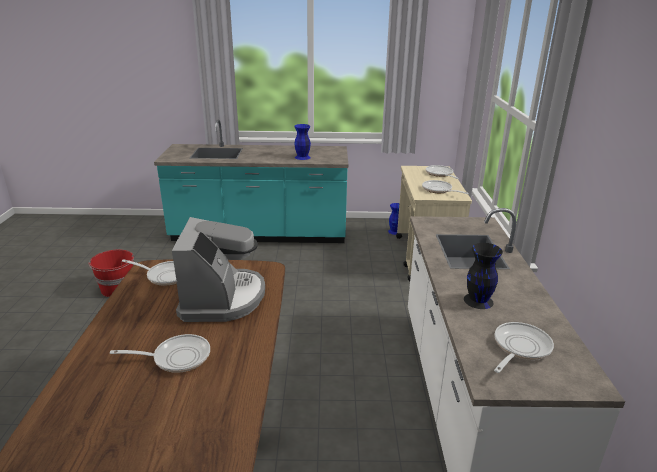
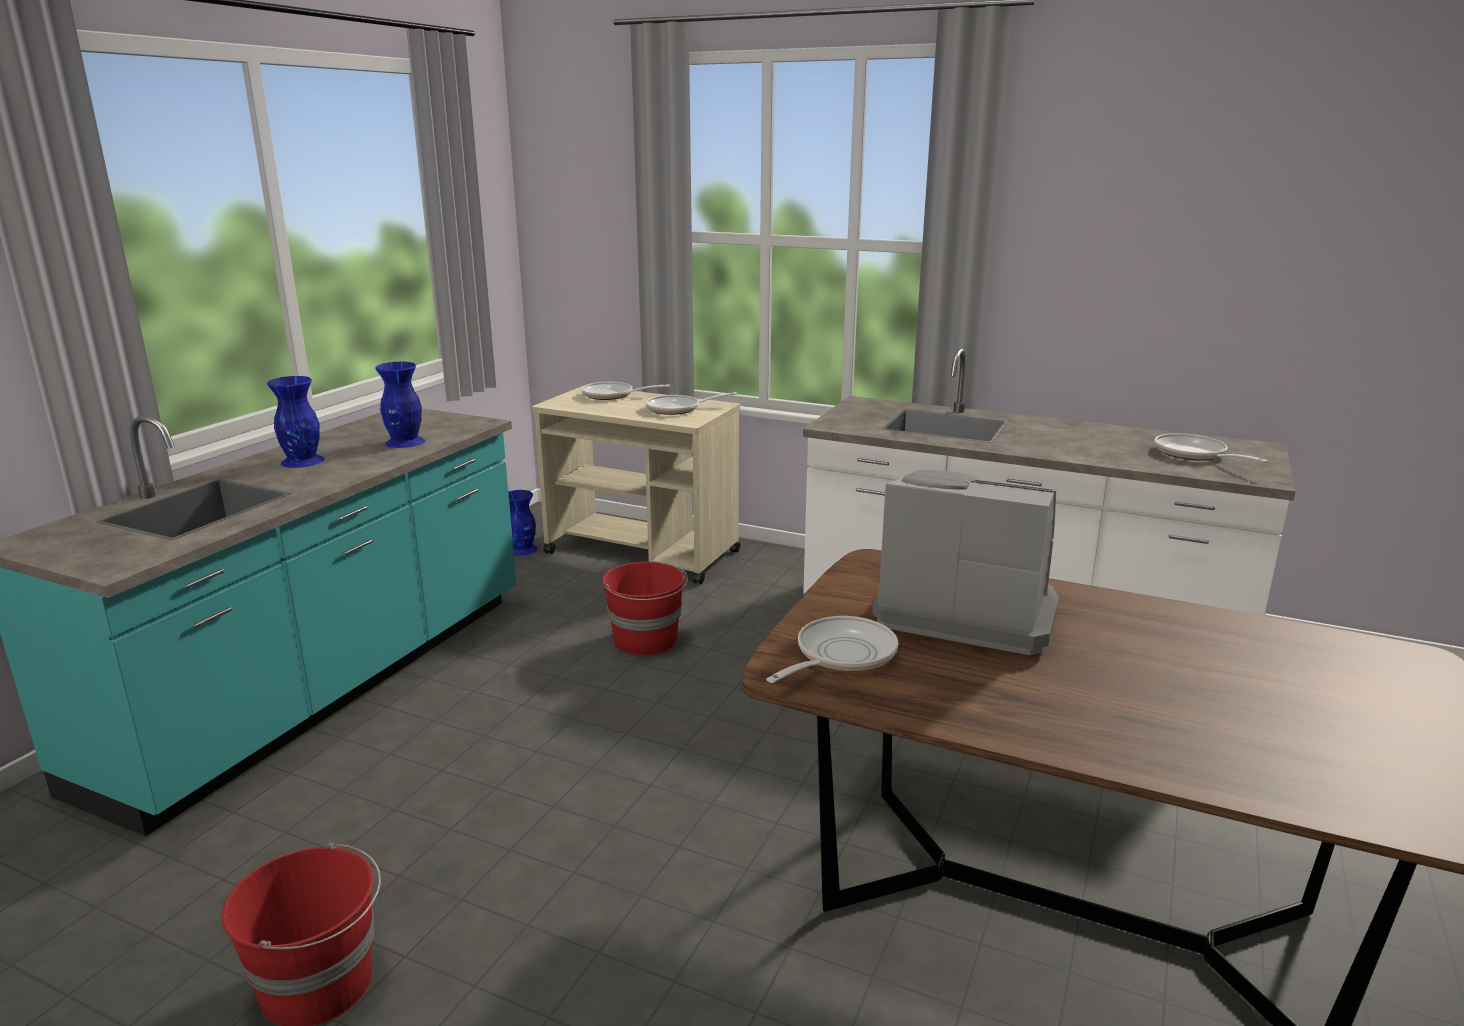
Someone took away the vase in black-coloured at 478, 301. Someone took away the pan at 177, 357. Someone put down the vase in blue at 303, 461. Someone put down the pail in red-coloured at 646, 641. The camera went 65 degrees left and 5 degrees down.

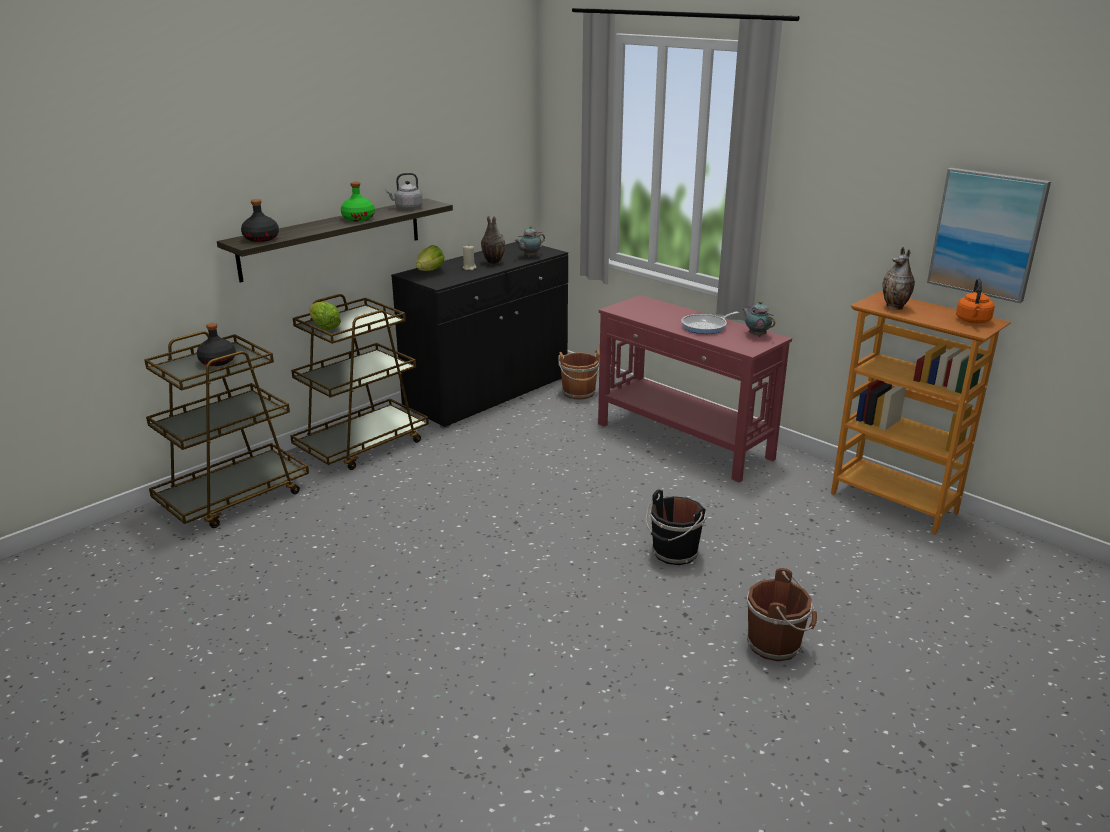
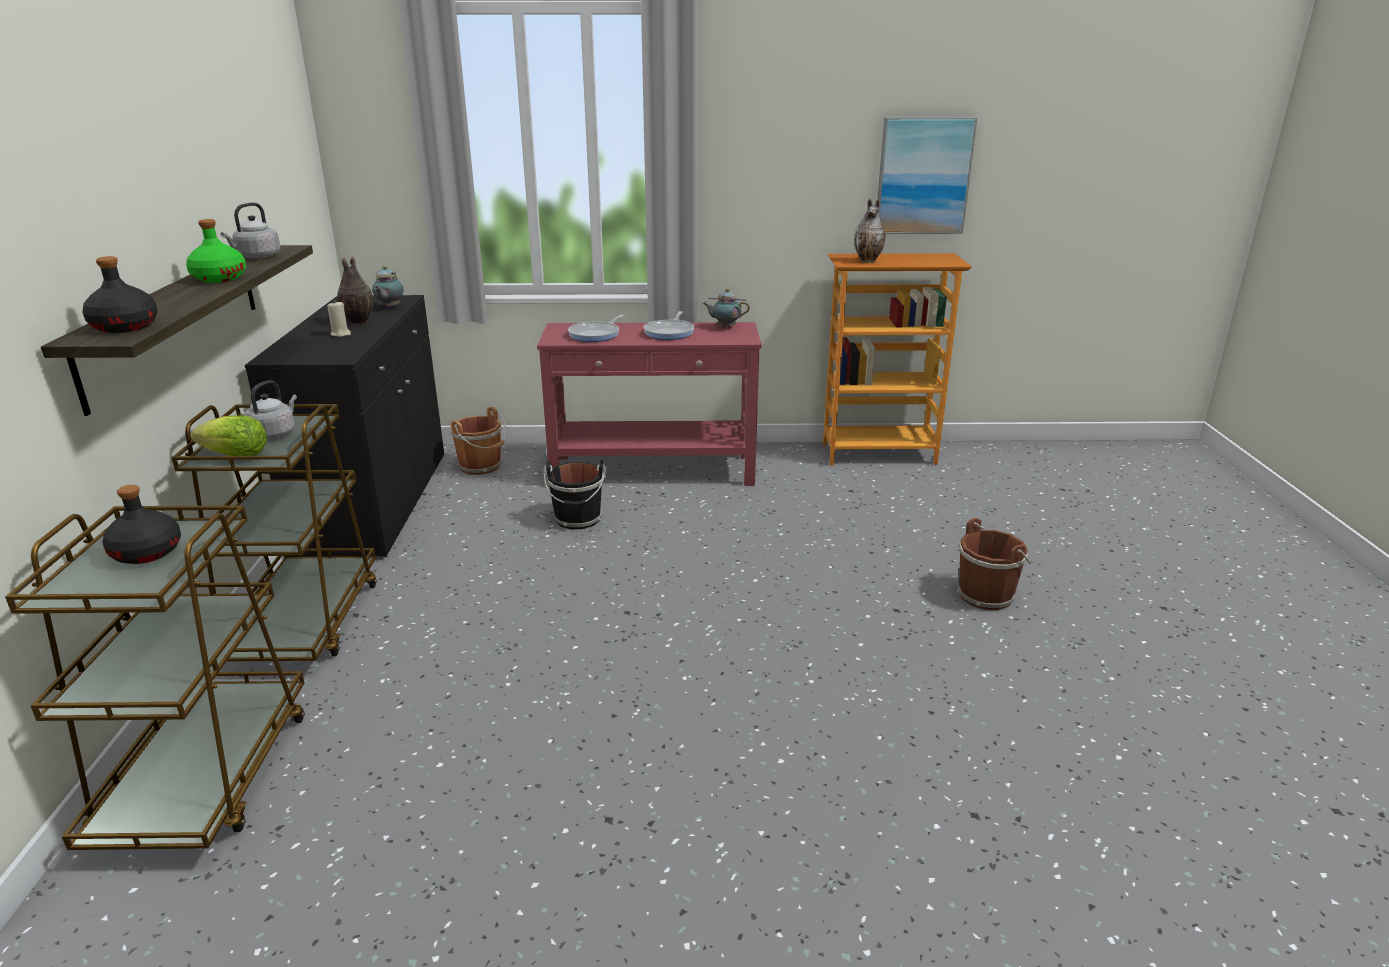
Someone took away the lettuce at 430, 271. Someone took away the tea kettle in orange-coloured at 973, 321. Someone carried the pail in black-coloured from 674, 553 to 578, 520. Someone put down the pan at 596, 334. Someone put down the tea kettle in grey at 274, 433. The camera went 45 degrees left and 0 degrees up.

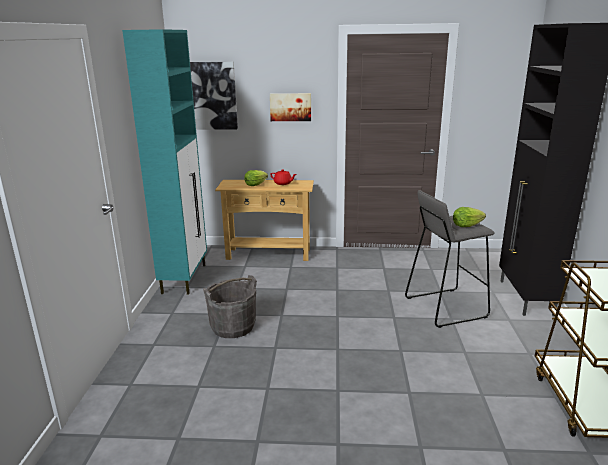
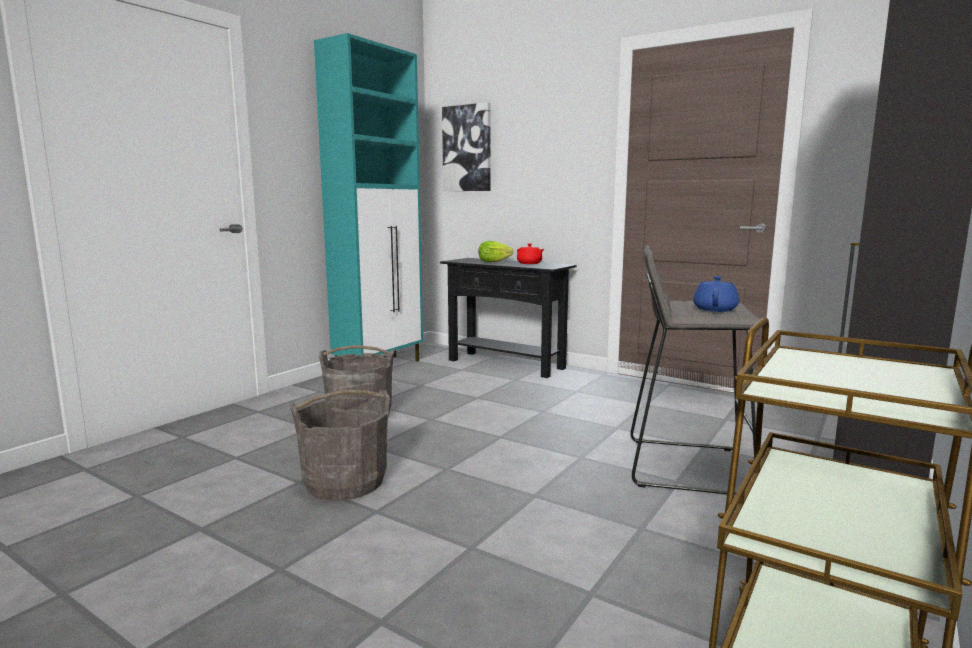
Someone took away the picture at 290, 107. Someone repainted the hall table in beige-coloured at 268, 254, which became the hall table in black-coloured at 506, 364. Someone swapped the lettuce at 466, 226 for the tea pot in blue at 715, 309. Someone put down the pail in grey at 345, 482. The camera went 30 degrees right and 10 degrees down.

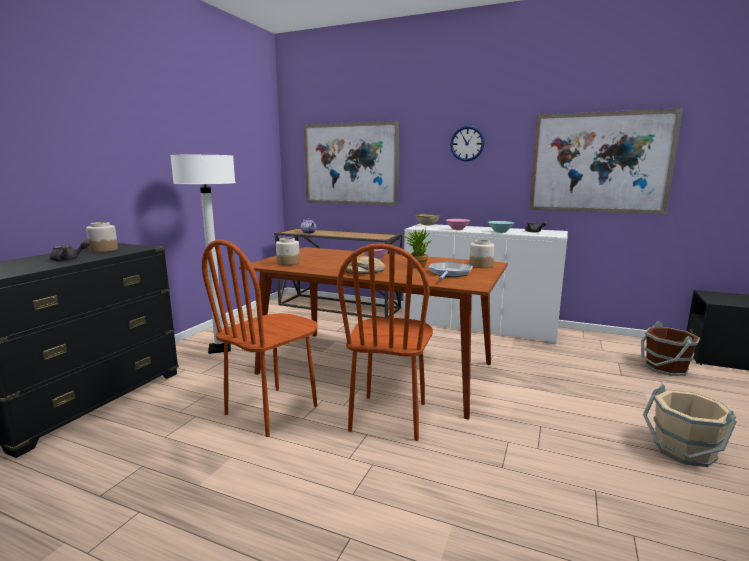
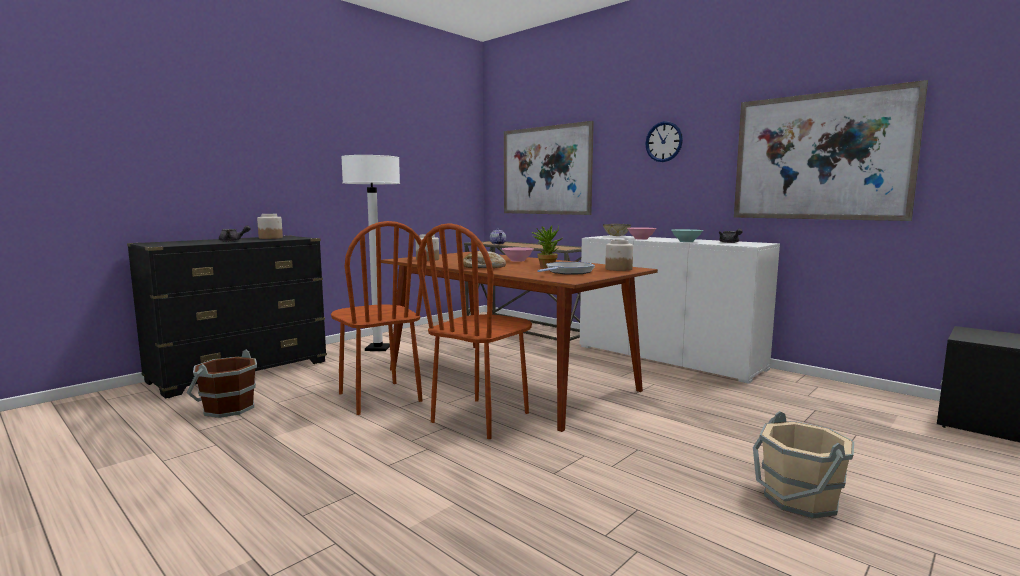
Someone rotated the plain chair in brown at 272, 410 by 90 degrees counterclockwise. Someone carried the pail in brown from 665, 368 to 228, 408. The camera went 20 degrees right and 5 degrees down.

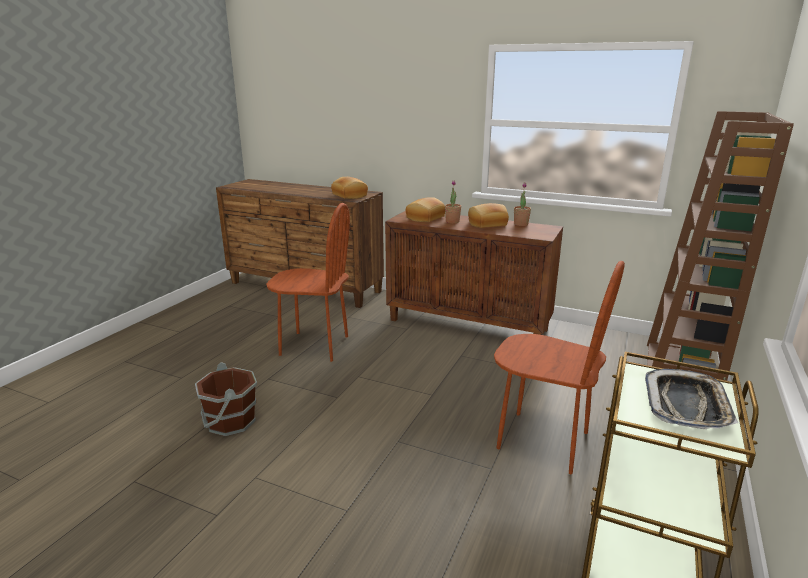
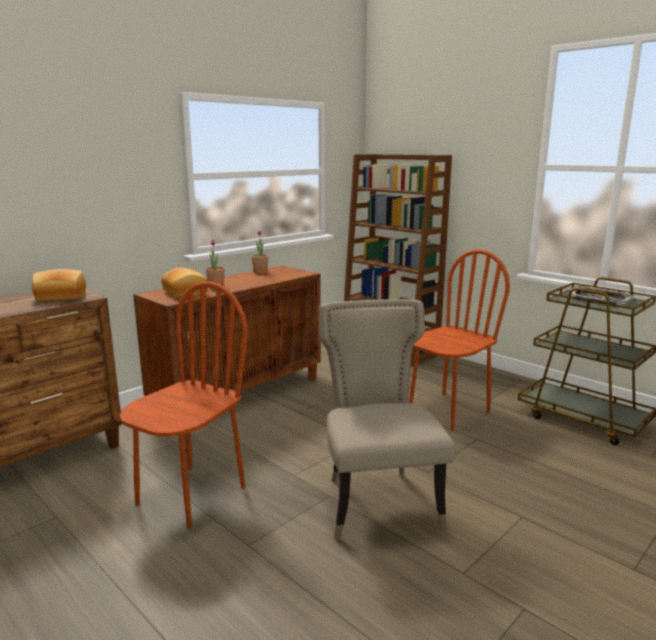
Someone took away the bread at 487, 224. Someone took away the pail in brown at 230, 422. Someone put down the plain chair in beige-coloured at 378, 501. The camera went 70 degrees left and 5 degrees down.

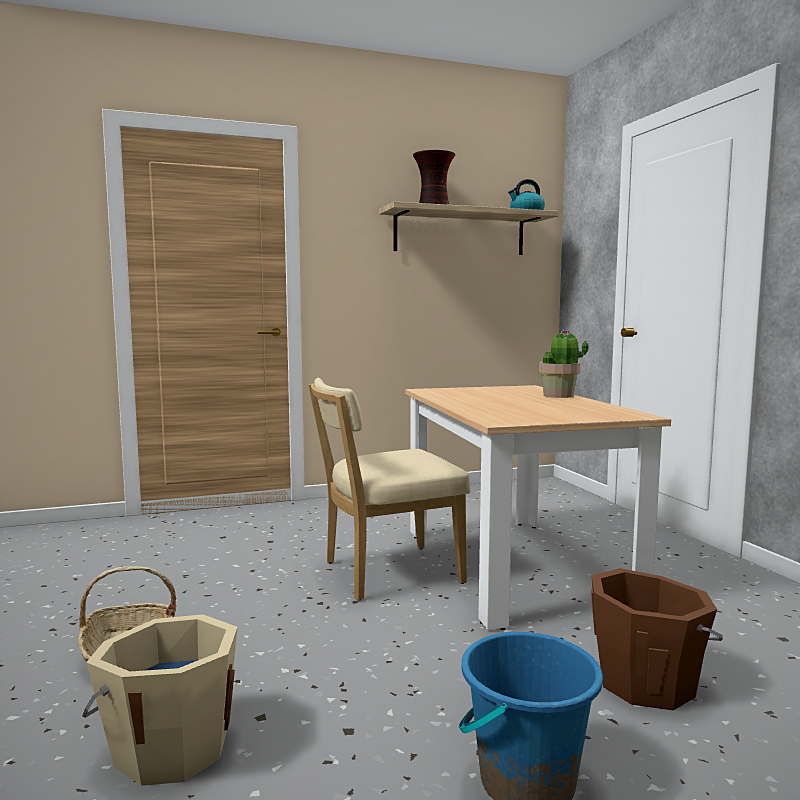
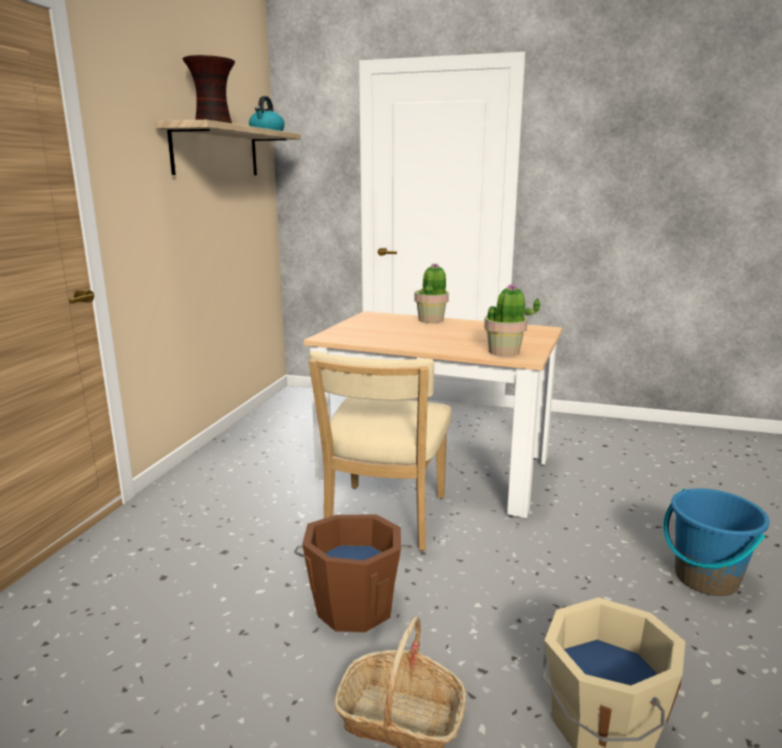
Someone carried the pail in brown from 647, 681 to 354, 605. Someone put down the houseplant at 504, 352. The camera went 55 degrees left and 10 degrees up.

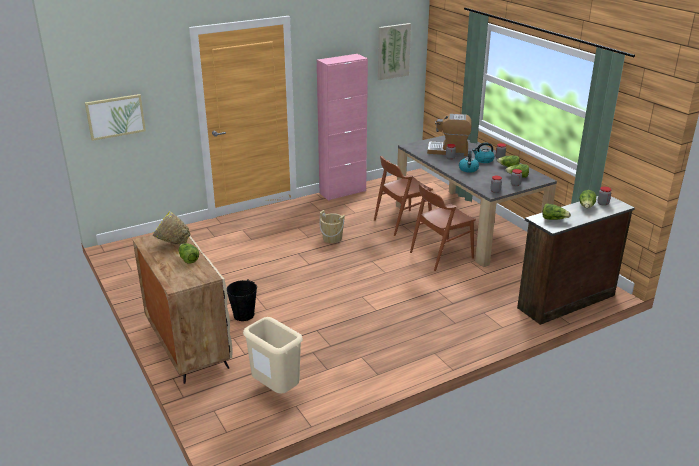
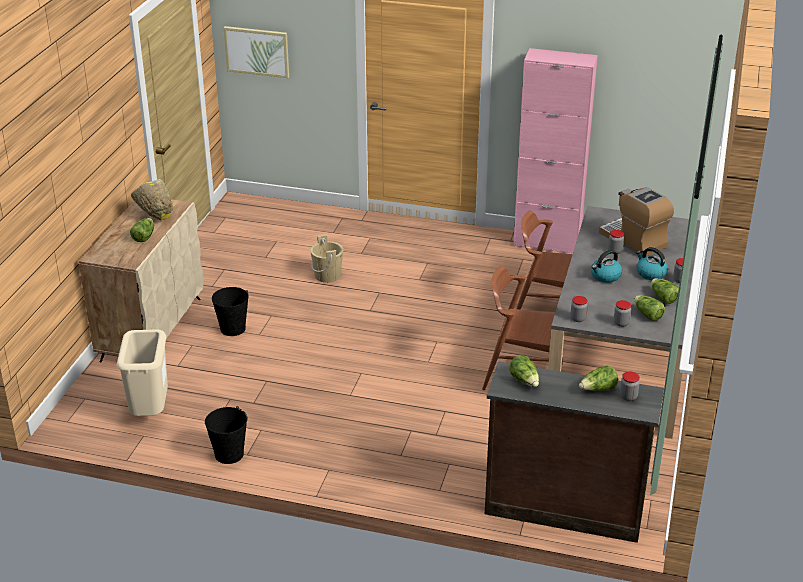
Someone took away the picture at 393, 51. Someone carried the pail in beige-coloured from 332, 238 to 327, 275. Someone put down the pail in black-coloured at 229, 454. The camera went 45 degrees right and 5 degrees up.

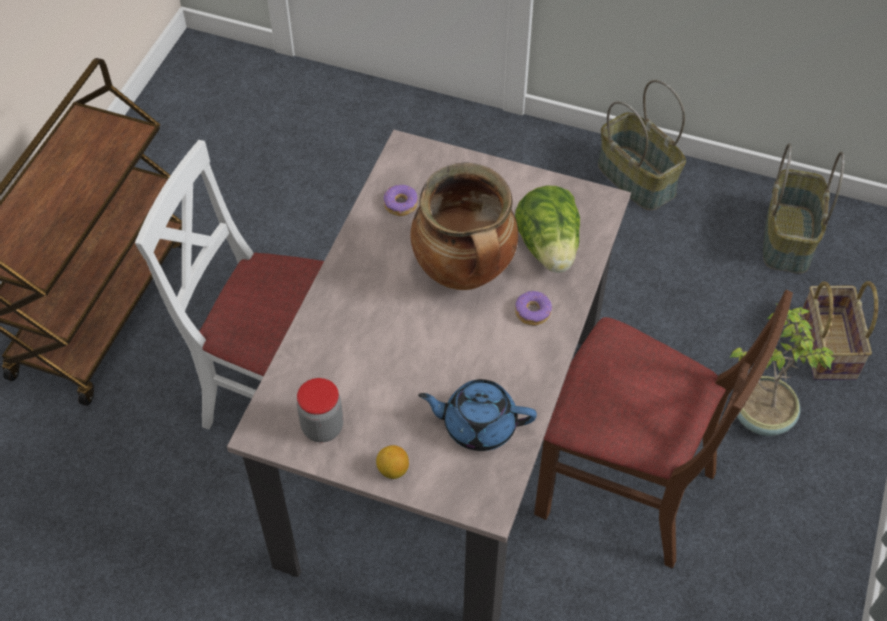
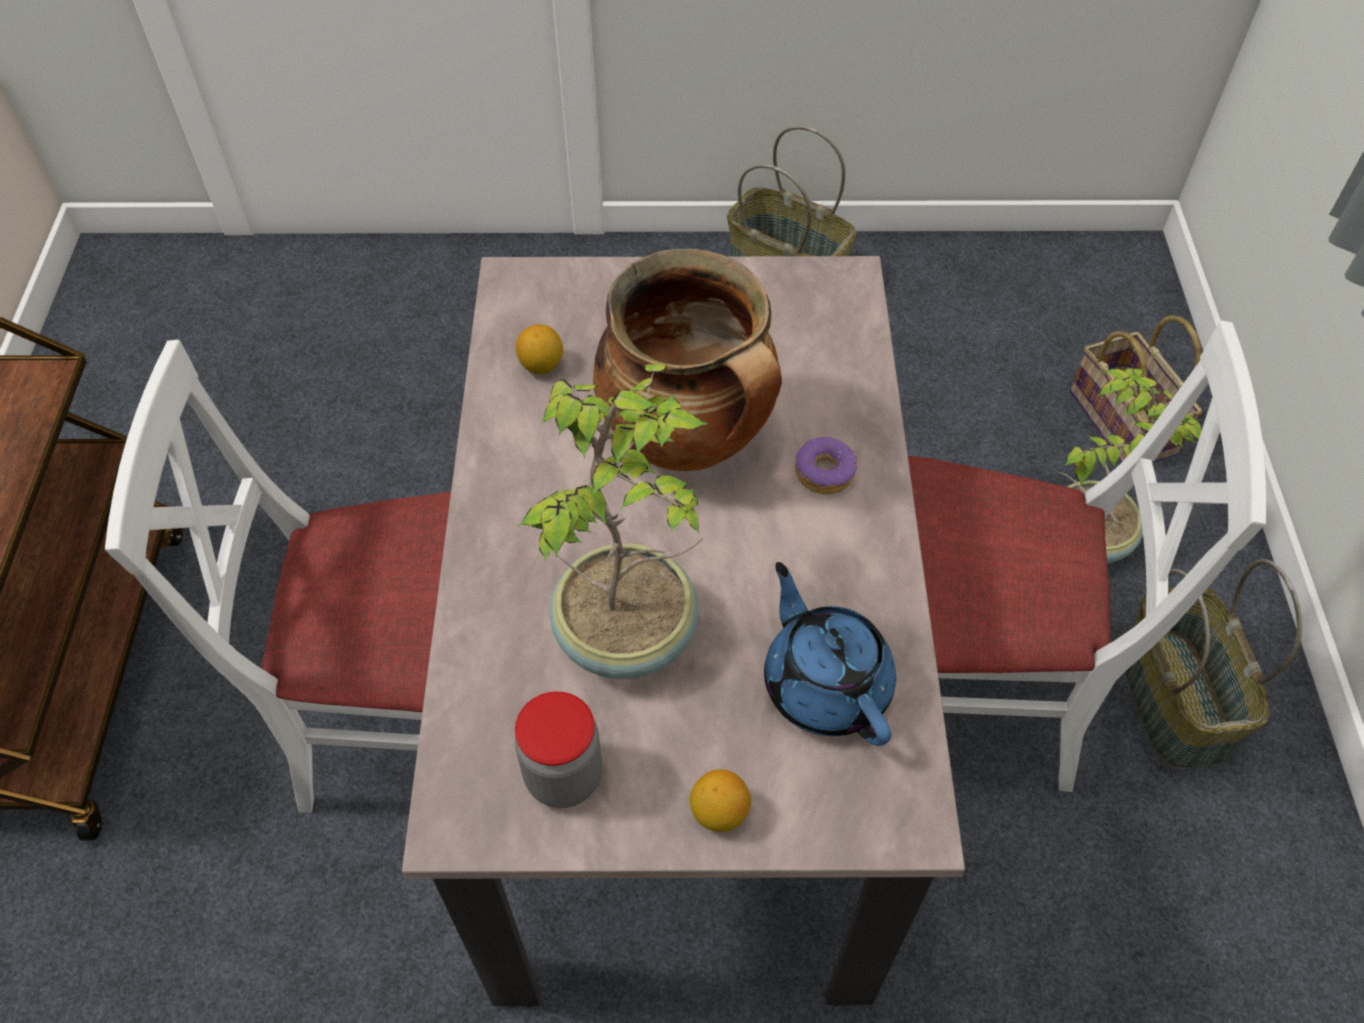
Someone carried the basket from 789, 239 to 1176, 700. Someone swapped the ring doughnut at 400, 205 for the whole lemon at 541, 365. Someone took away the lettuce at 549, 248. Someone repainted the plain chair in brown at 627, 489, which became the plain chair in white at 960, 697. Someone rotated the tea pot in blue at 478, 425 by 75 degrees clockwise. Someone put down the houseplant at 630, 634. The camera went 20 degrees left and 0 degrees up.

